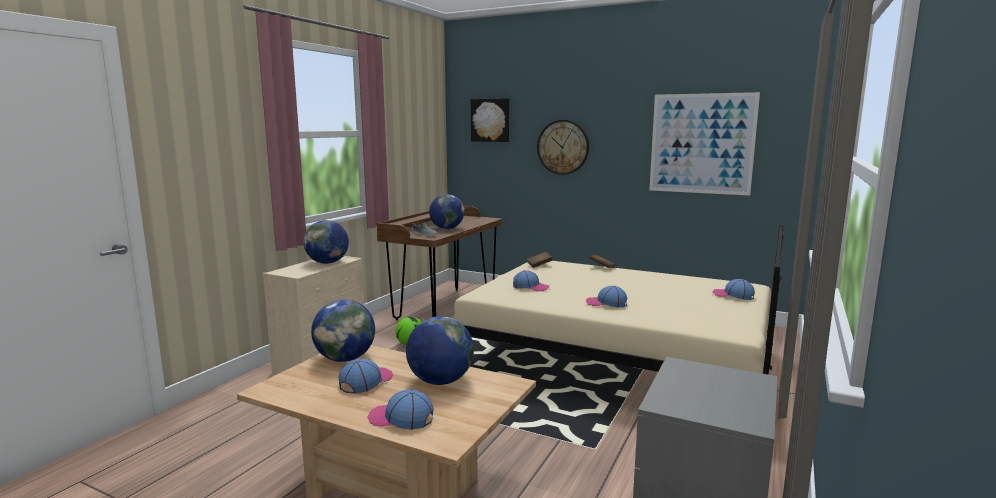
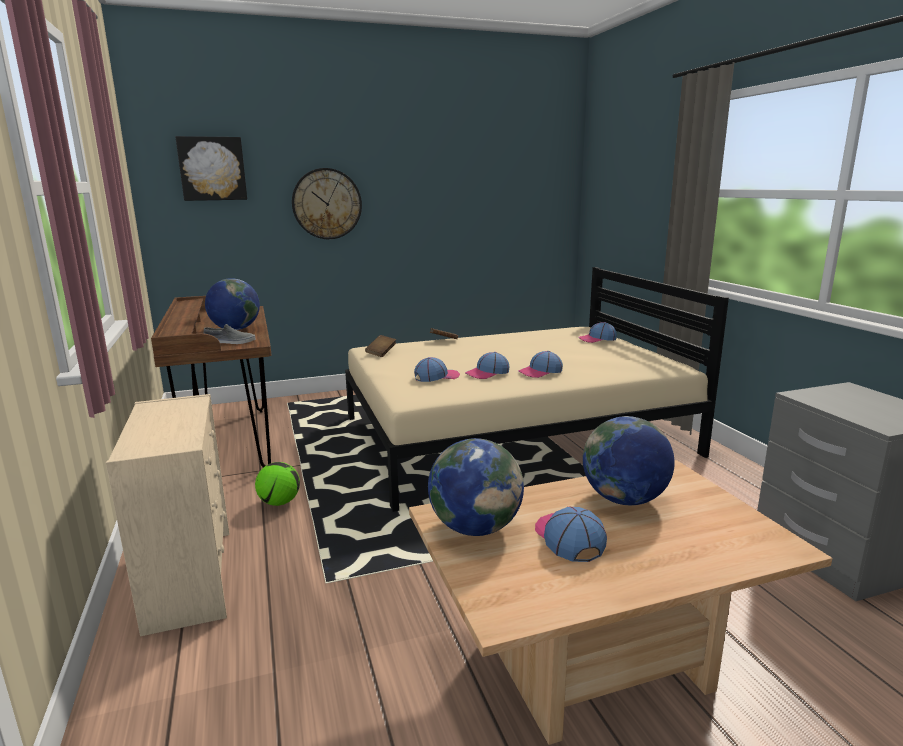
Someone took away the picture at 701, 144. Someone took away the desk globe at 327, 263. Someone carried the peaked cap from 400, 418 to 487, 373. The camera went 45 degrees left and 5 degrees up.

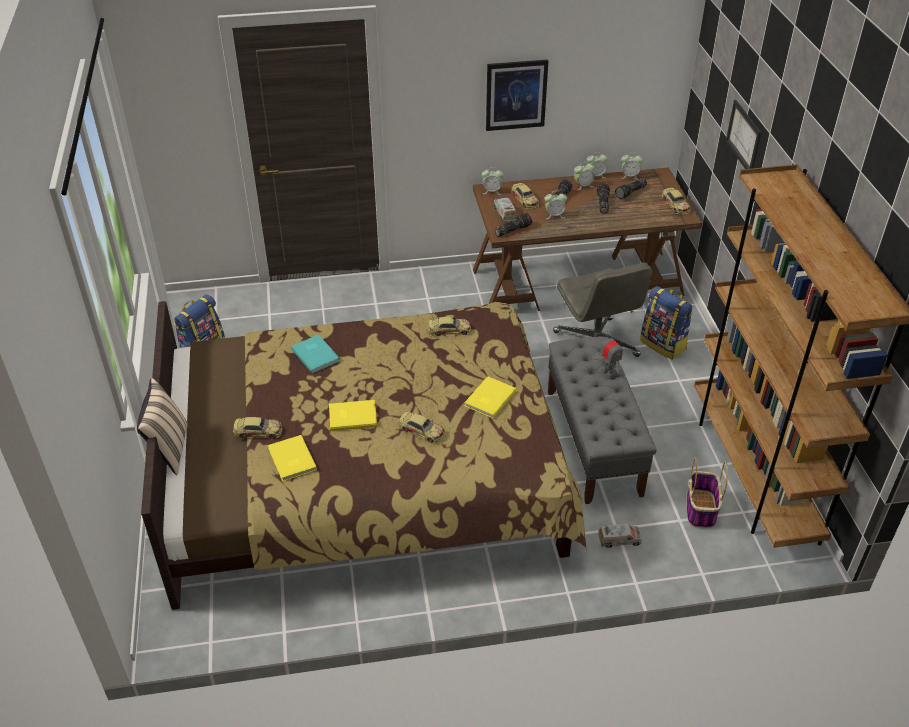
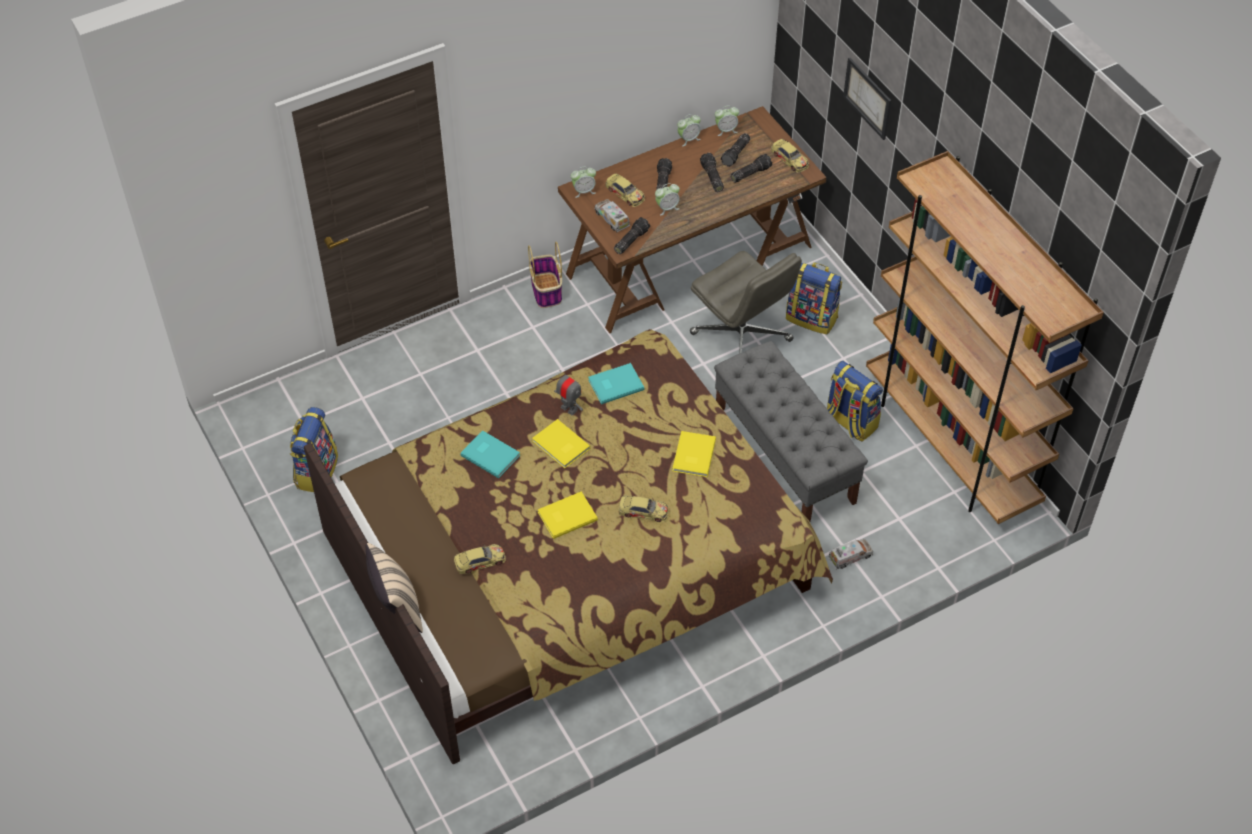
Someone took away the picture at 516, 95. Someone took away the bedside clock at 583, 186. Someone swapped the toy car at 449, 330 for the bound book in turquoise at 614, 384. Someone carried the toy robot from 608, 372 to 569, 408. Someone carried the bound book in yellow from 291, 460 to 560, 446. Someone carried the basket from 701, 510 to 546, 291. Someone put down the torch at 750, 173. Someone put down the rucksack at 850, 422. The camera went 20 degrees left and 10 degrees up.

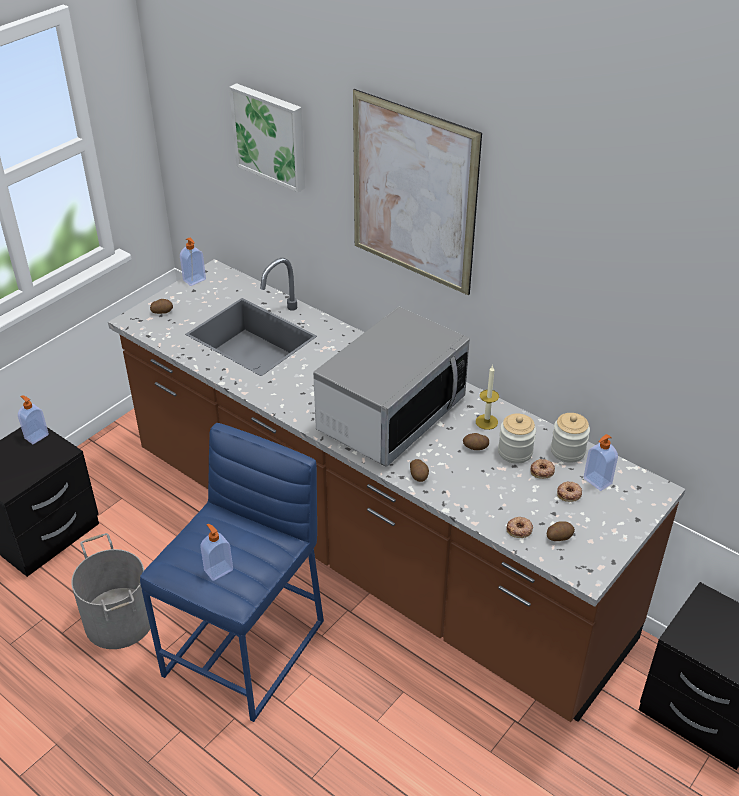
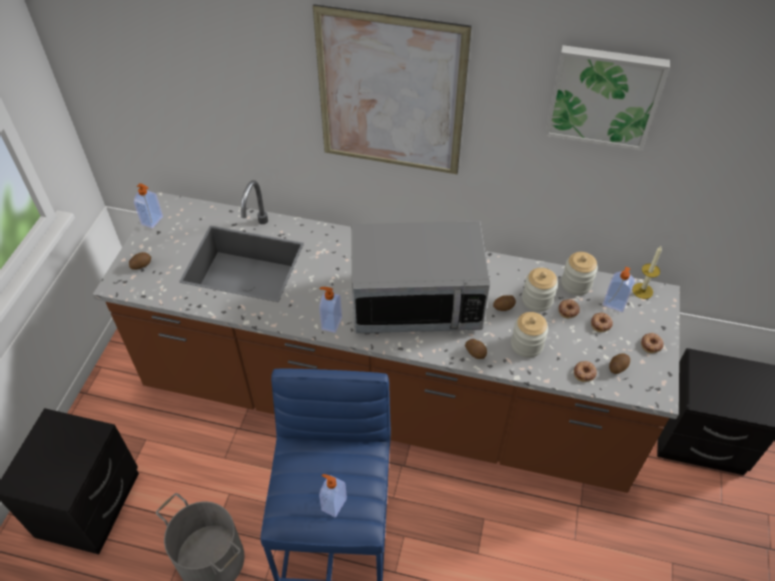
Someone carried the picture from 271, 136 to 604, 96. Someone rotated the microwave oven at 391, 415 by 75 degrees clockwise. Someone carried the wax light from 486, 422 to 642, 291. Someone carried the soap dispenser from 36, 436 to 331, 323. Someone put down the jar at 527, 345. Someone put down the ring doughnut at 651, 344. The camera went 25 degrees left and 10 degrees up.

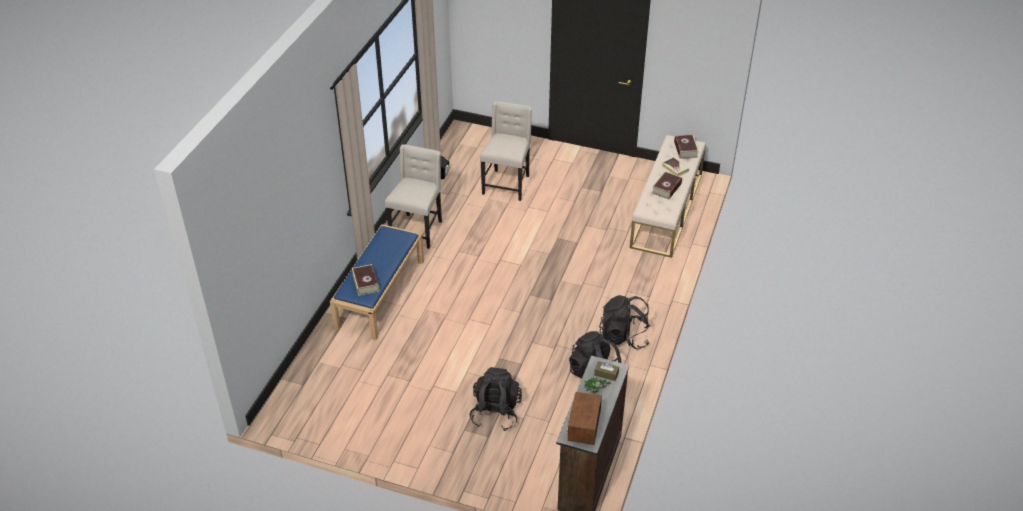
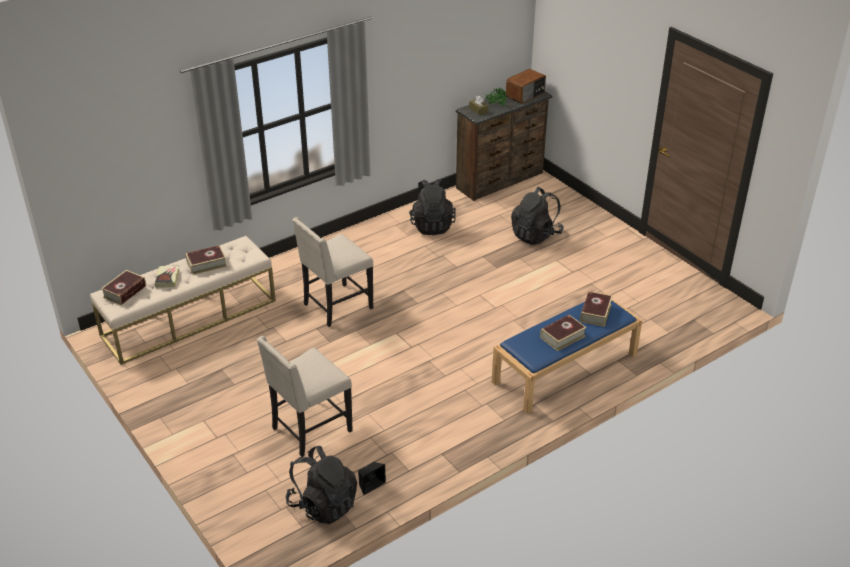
Someone carried the plain chair in beige-coloured from 417, 230 to 336, 306. Someone carried the rucksack in black-coloured from 624, 337 to 323, 504. Someone put down the bound book at 562, 337. The camera went 145 degrees left and 5 degrees down.

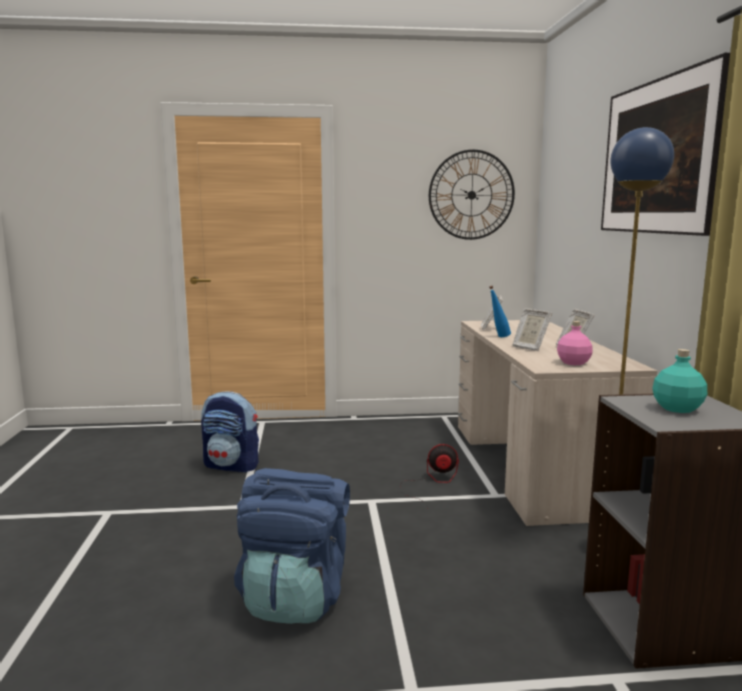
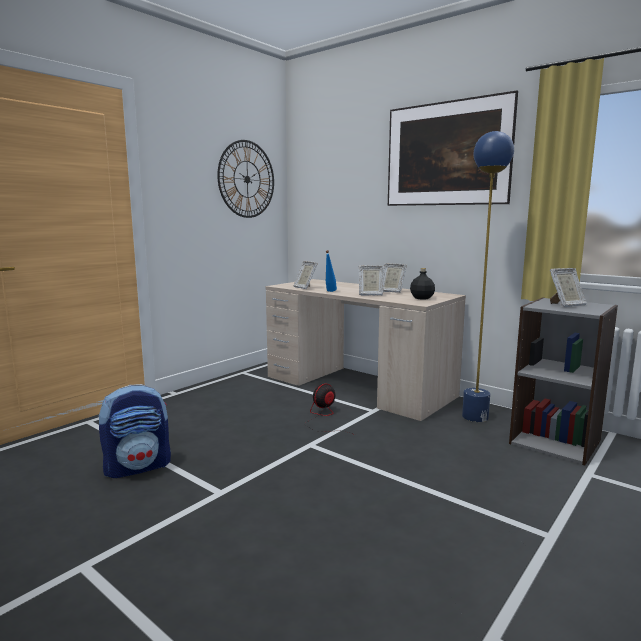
Someone repainted the beverage bottle in pink at 573, 363, which became the beverage bottle in black-coloured at 421, 298. Someone swapped the beverage bottle in turquoise at 678, 408 for the standing frame at 566, 305. Someone took away the rucksack in blue at 295, 596. The camera went 45 degrees left and 0 degrees up.

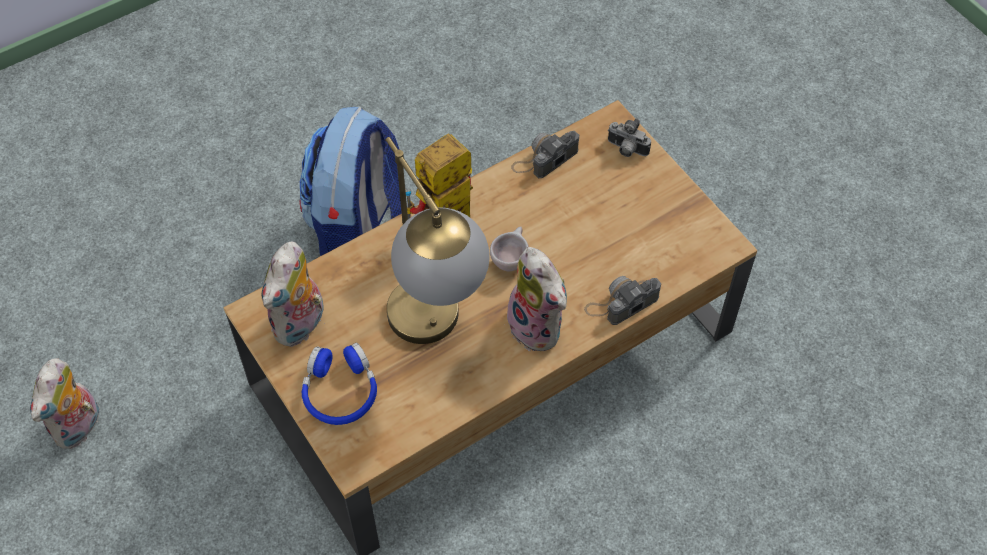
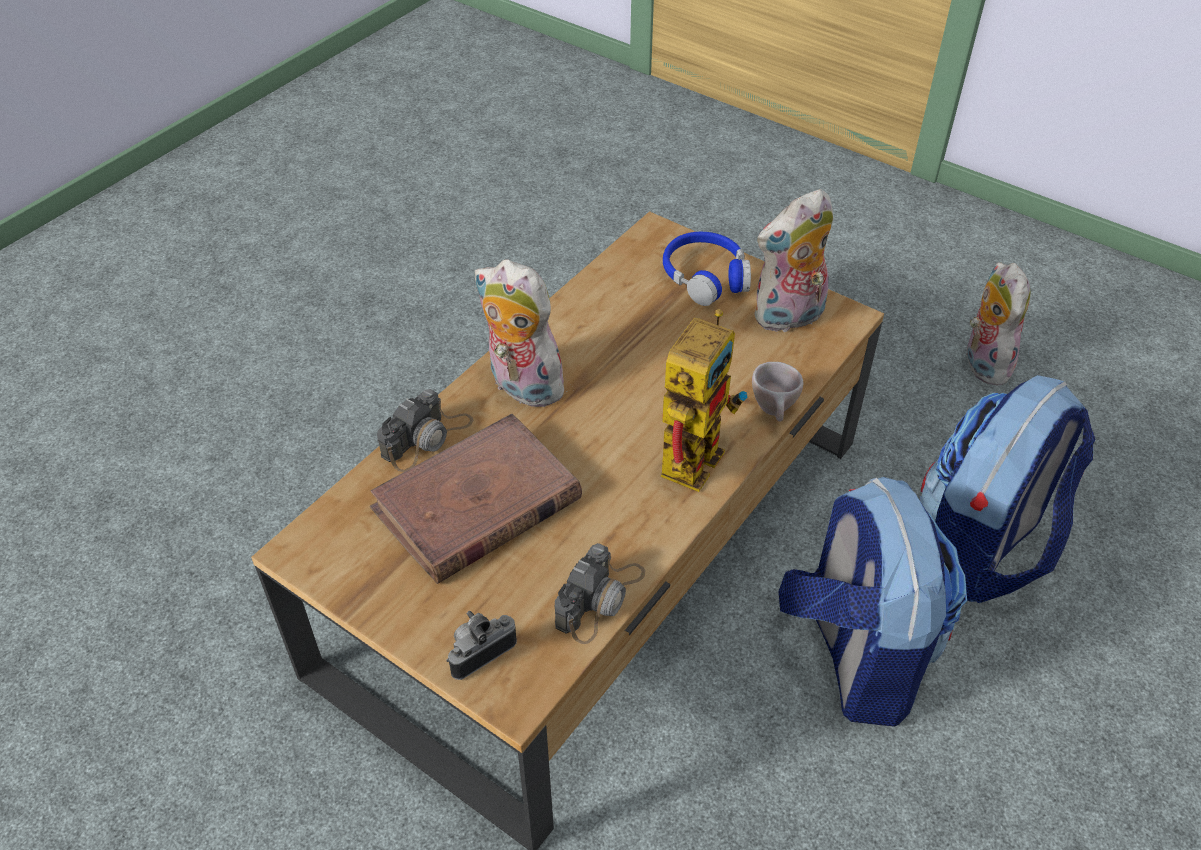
Someone rotated the still camera at 626, 150 by 45 degrees counterclockwise. Someone took away the tabletop lamp at 436, 333. Someone carried the drinking cup in beige-coloured from 510, 259 to 775, 412. Someone rotated the soft toy at 300, 325 by 120 degrees counterclockwise. Someone put down the rucksack at 979, 550. Someone put down the bound book in brown at 476, 505. The camera went 160 degrees right and 10 degrees down.

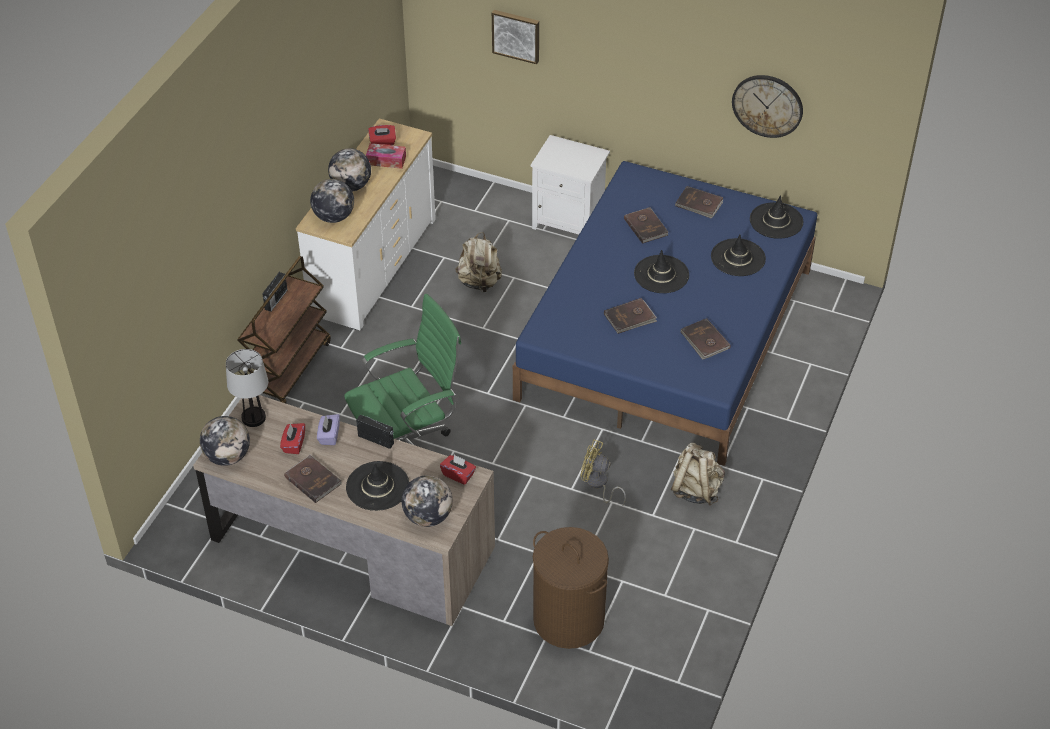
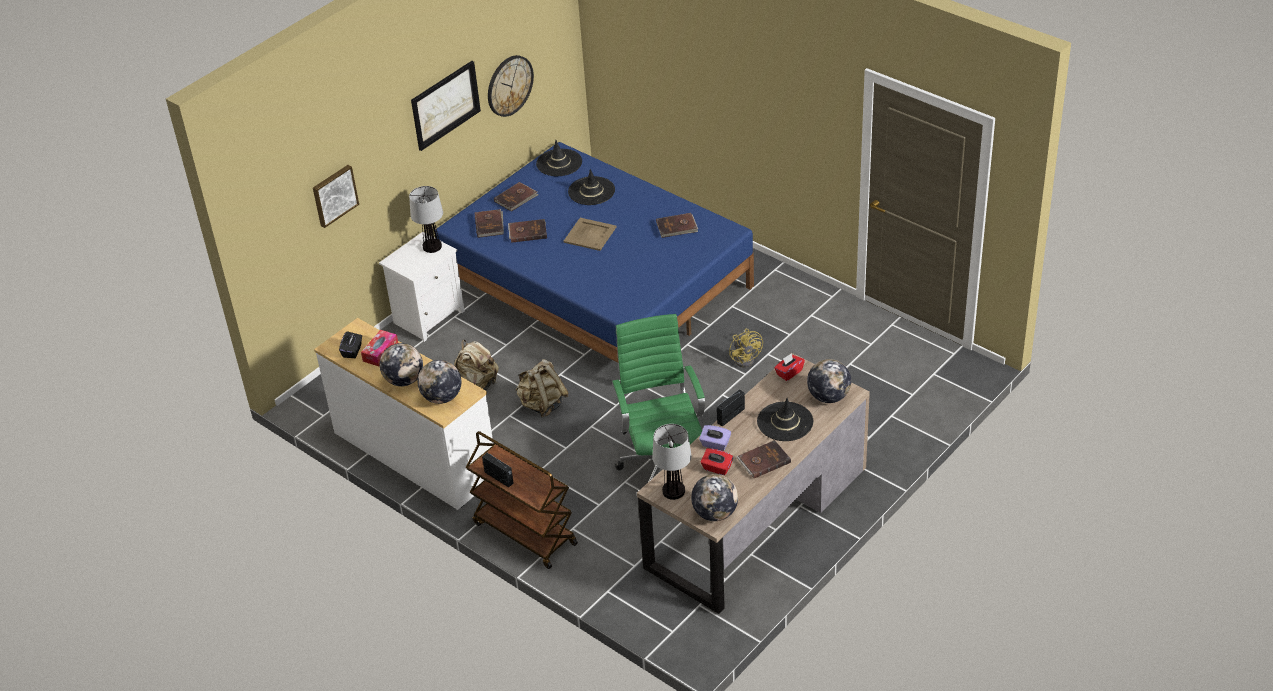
Someone repainted the box of tissues in red-coloured at 382, 142, which became the box of tissues in black-coloured at 352, 351. Someone swapped the wearable hat in black-coloured at 661, 274 for the carrying tray in beige-coloured at 590, 235. Someone carried the bound book in brown from 630, 318 to 490, 224. Someone rotated the cooling fan in yellow at 598, 484 by 60 degrees counterclockwise. Someone carried the rucksack in beige-coloured from 696, 490 to 542, 405. Someone took away the hamper in brown at 568, 619. Someone put up the picture at 445, 105. Someone put down the tabletop lamp at 432, 247. The camera went 70 degrees left and 5 degrees down.

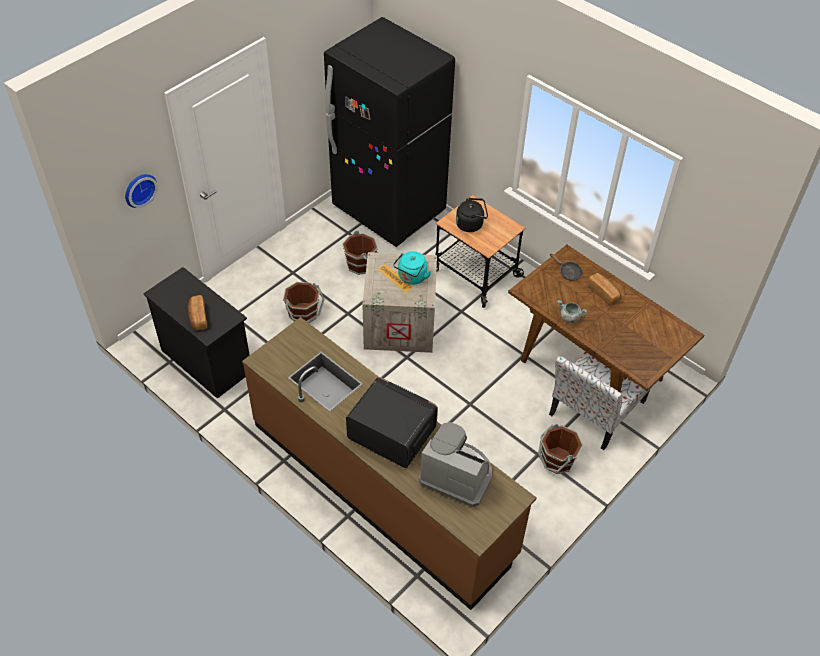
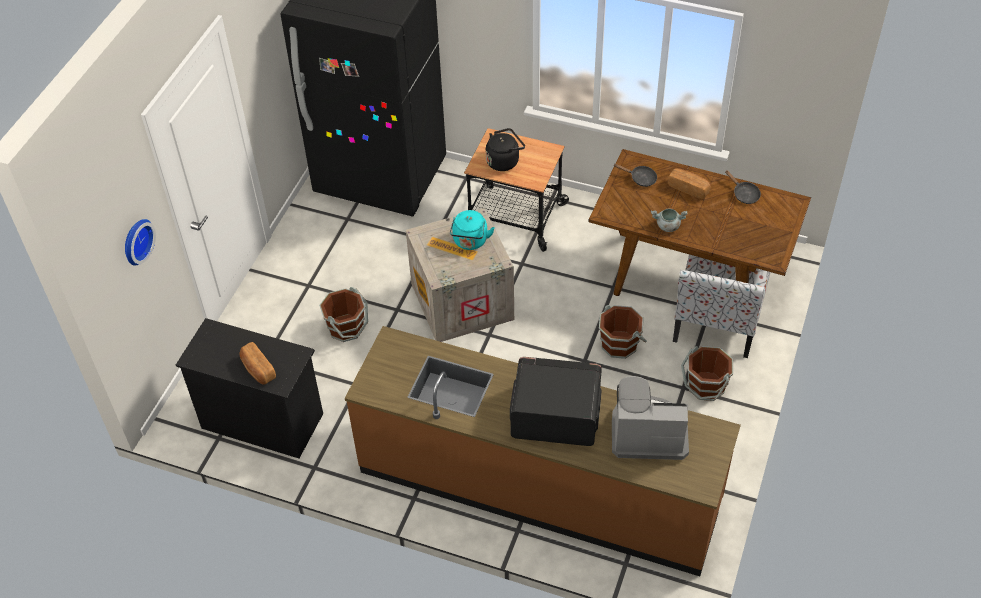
Someone carried the pail in brown from 361, 264 to 619, 343. Someone put down the pan in black-coloured at 744, 194. The camera went 20 degrees left and 0 degrees up.

